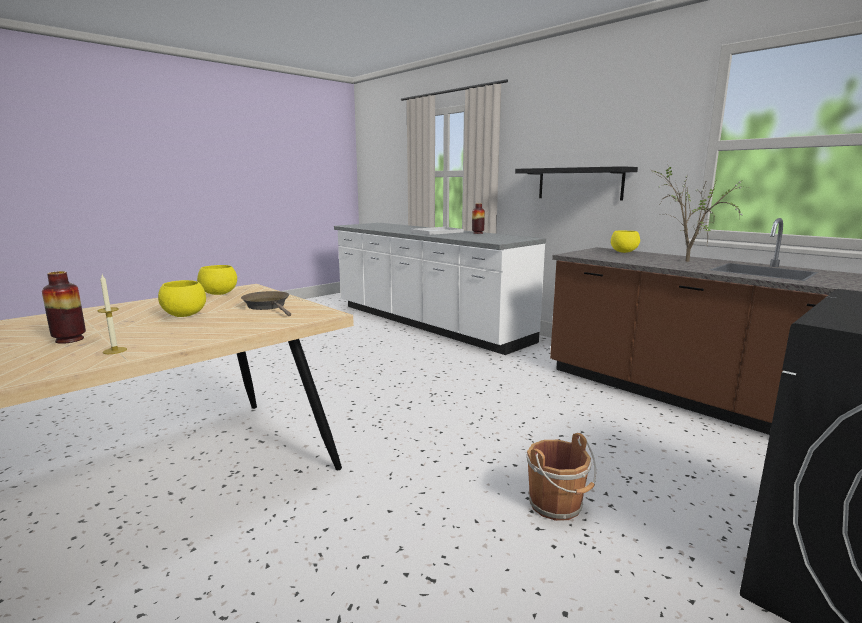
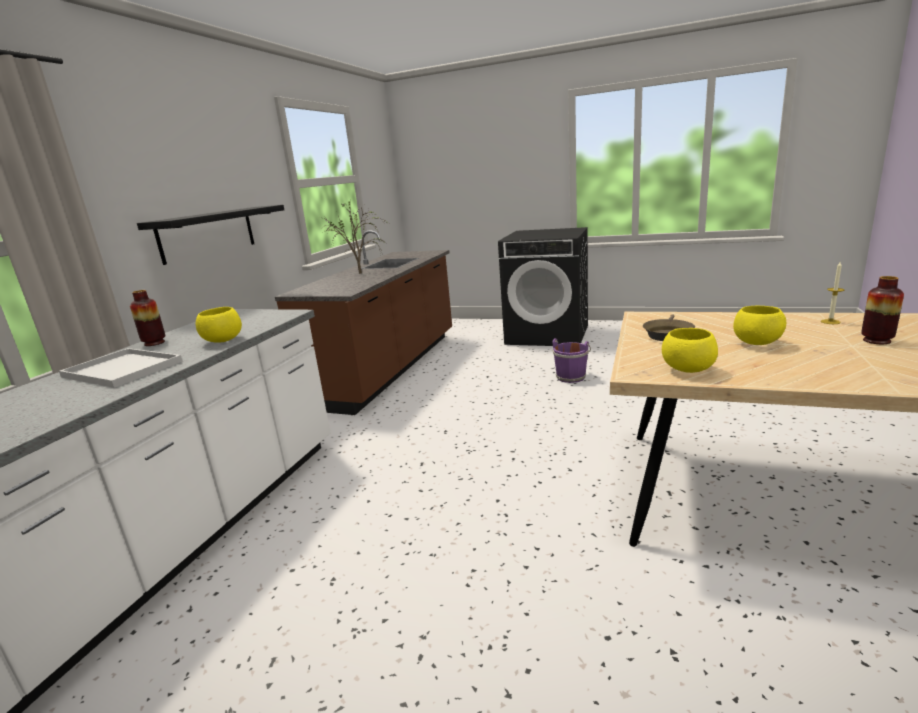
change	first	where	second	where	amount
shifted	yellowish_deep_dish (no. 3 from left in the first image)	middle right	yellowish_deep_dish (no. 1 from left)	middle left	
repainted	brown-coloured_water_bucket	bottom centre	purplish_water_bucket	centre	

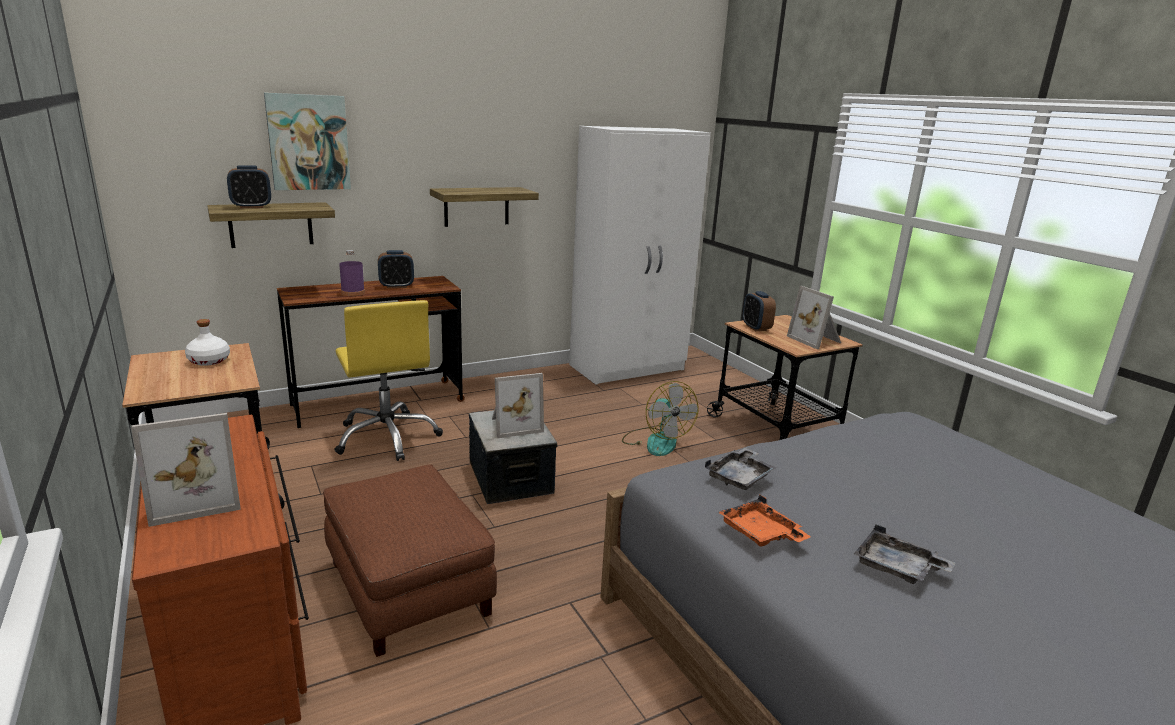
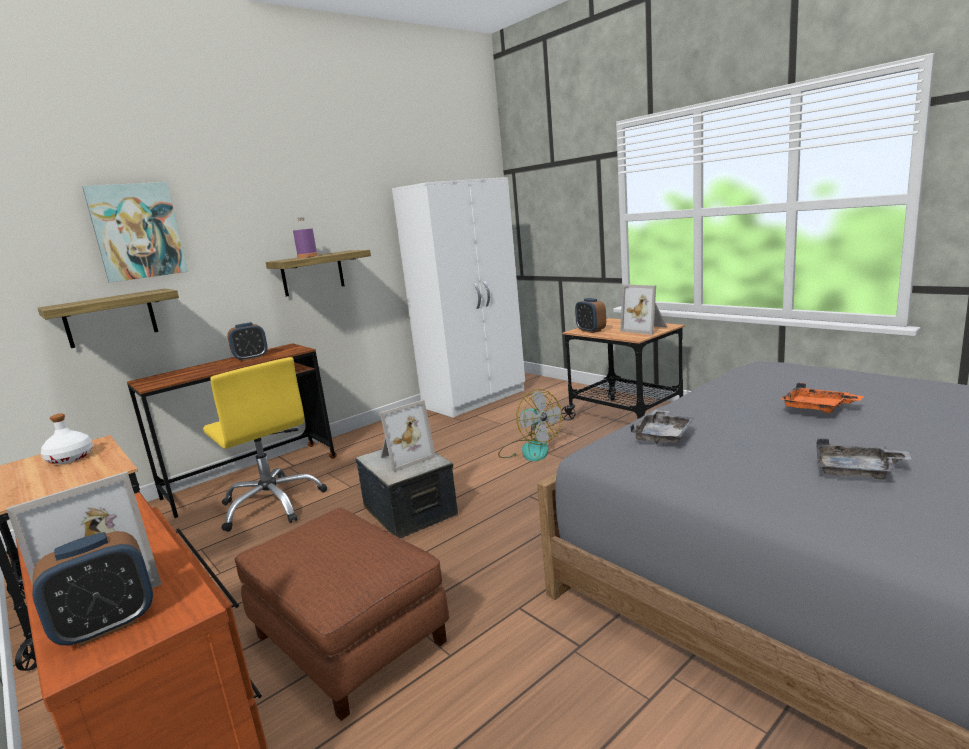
change	first	where	second	where	amount
shifted	table_clock (no. 1 from left)	top left		bottom left	
shifted	purplish_drink_bottle	middle left		top left	
shifted	orange_carrying_tray	bottom centre		middle right	

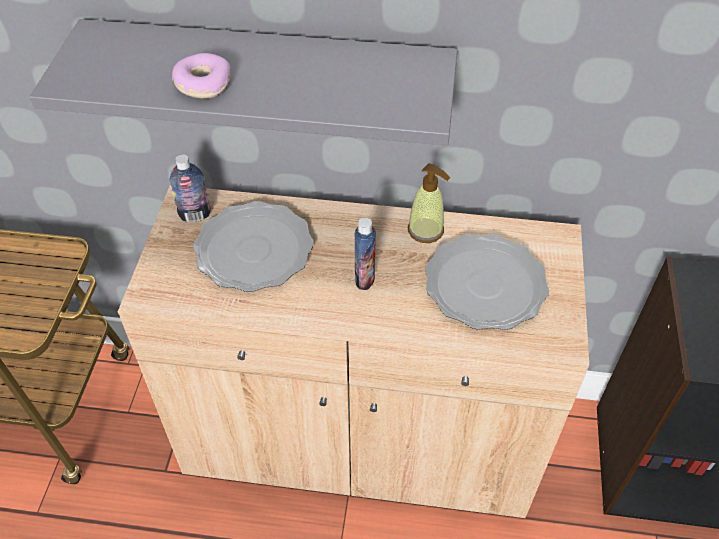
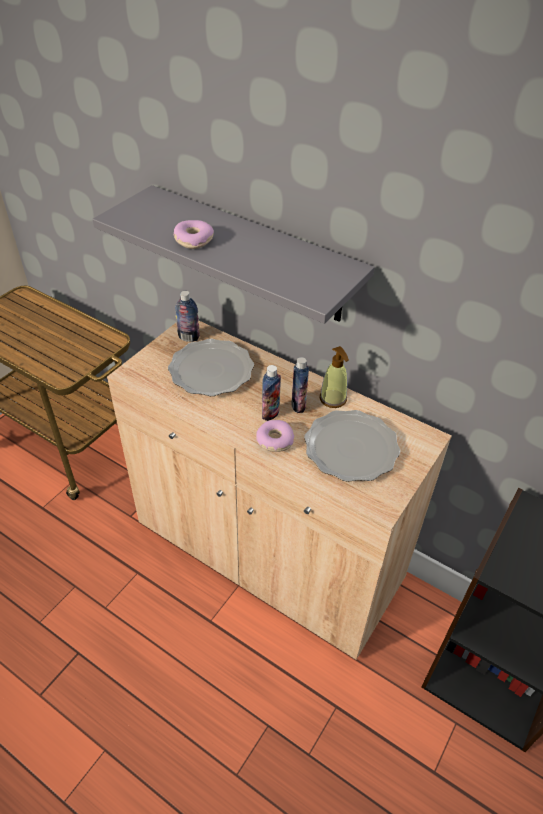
change	first	where	second	where	amount
new			donut (no. 2 from left)	centre	
new			drink_bottle (no. 3 from left)	centre	

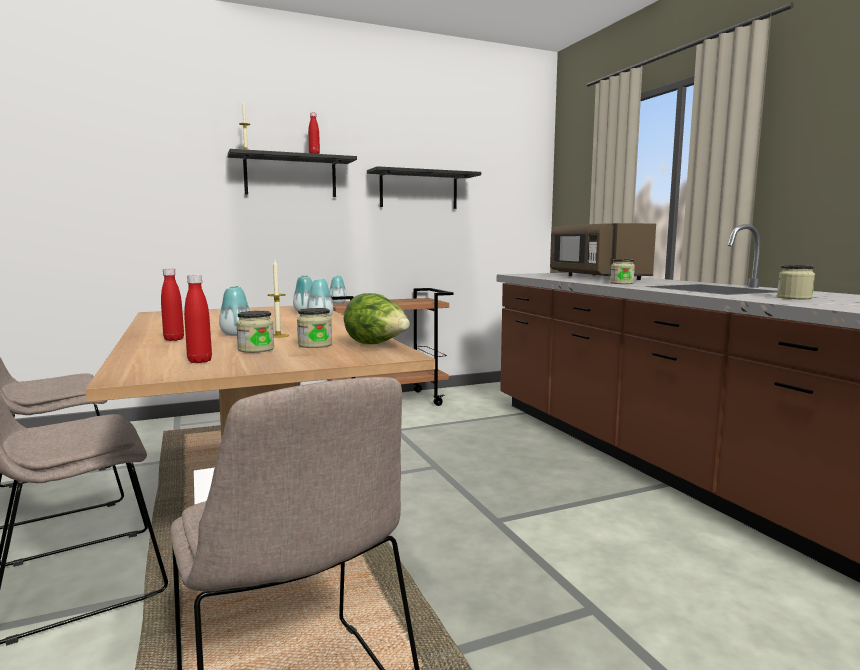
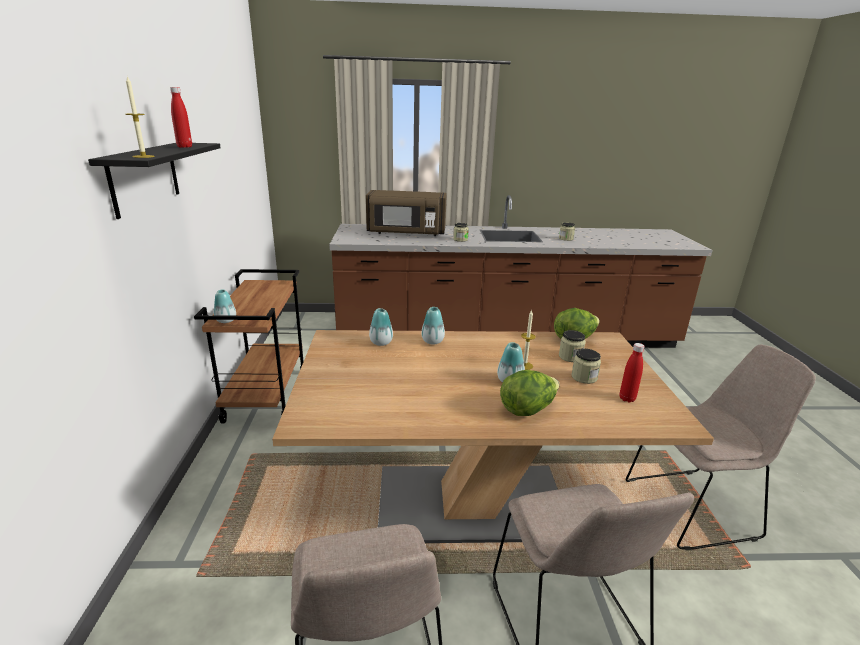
change	first	where	second	where	amount
gone	black-coloured_shelf (no. 2 from left)	top centre			
swapped	reddish_drink_bottle (no. 1 from left)	middle left	lettuce (no. 1 from left)	centre	

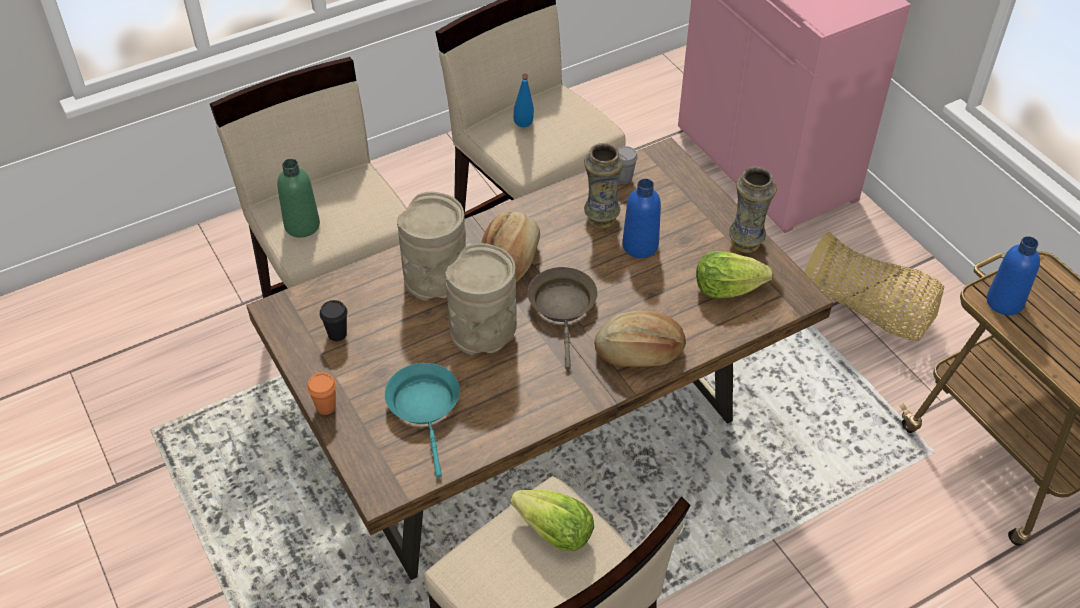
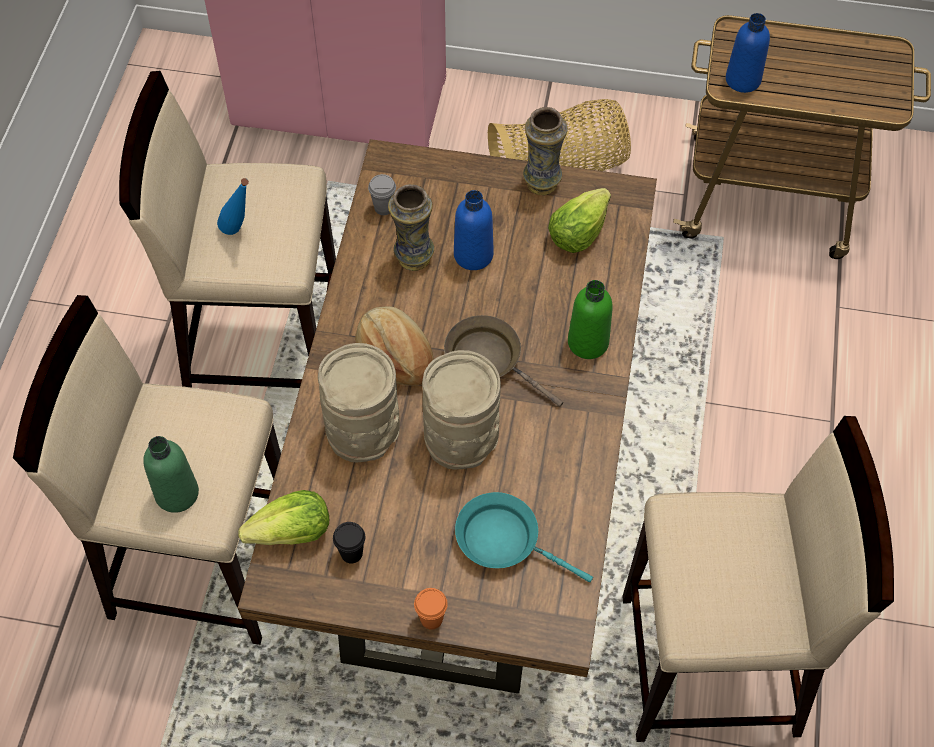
change	first	where	second	where	amount
shifted	lettuce (no. 1 from left)	bottom centre		bottom left	
swapped	bread (no. 2 from left)	centre	green_drink_bottle (no. 2 from left)	centre	

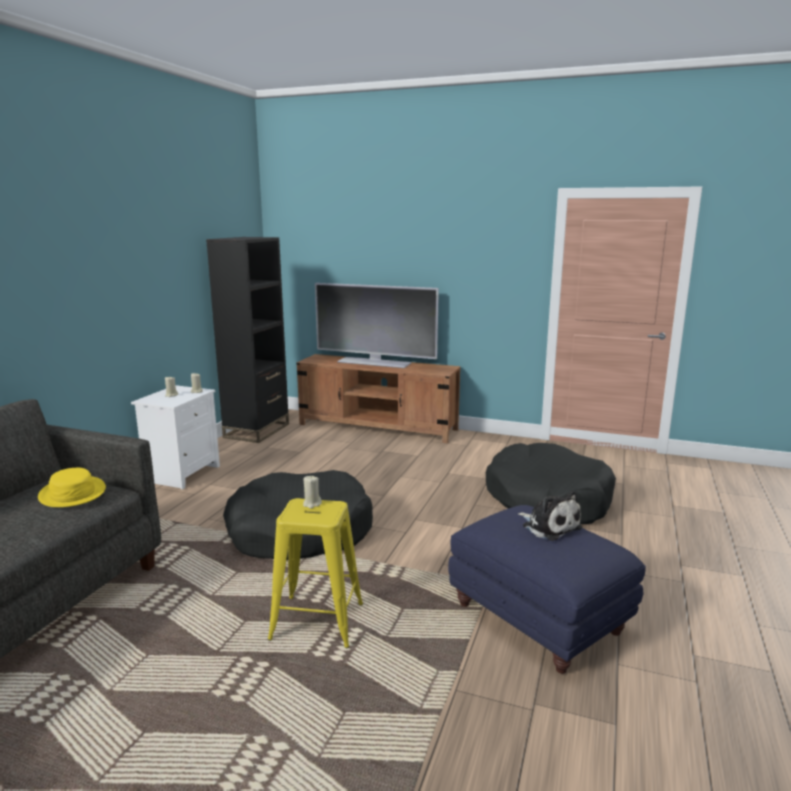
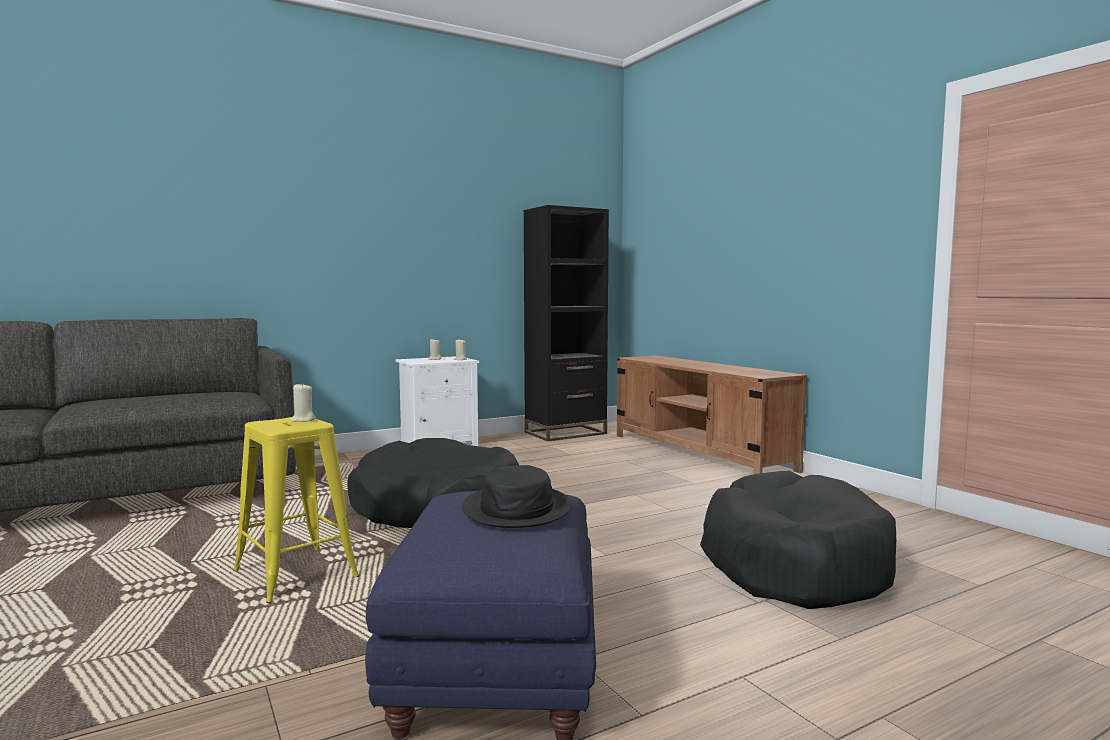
change	first	where	second	where	amount
gone	yellowish_hat	middle left			
gone	TV_set	centre			
swapped	soft_toy	middle right	black-coloured_hat	bottom centre	

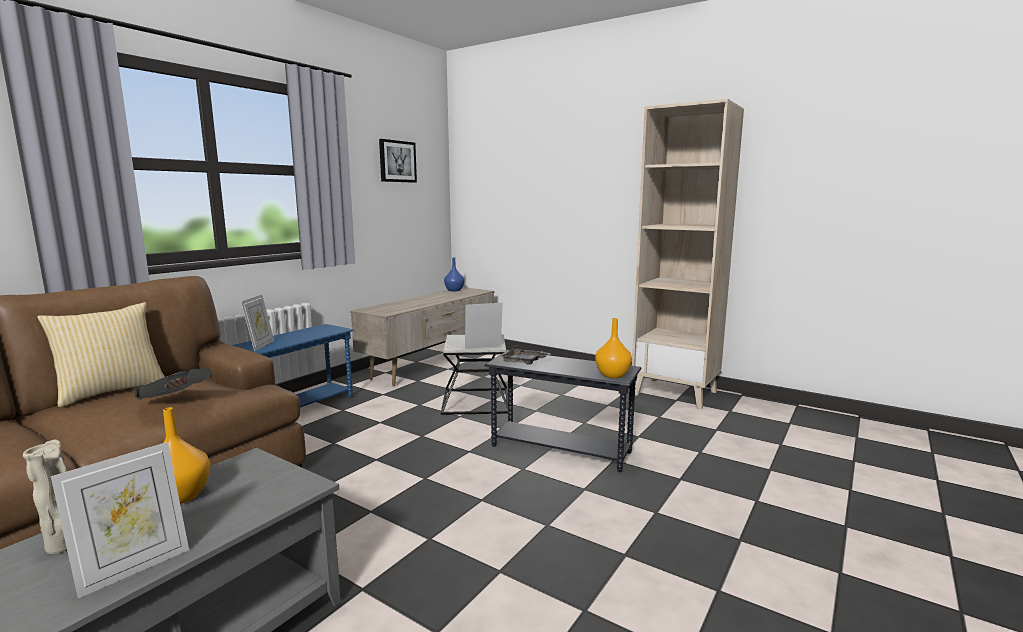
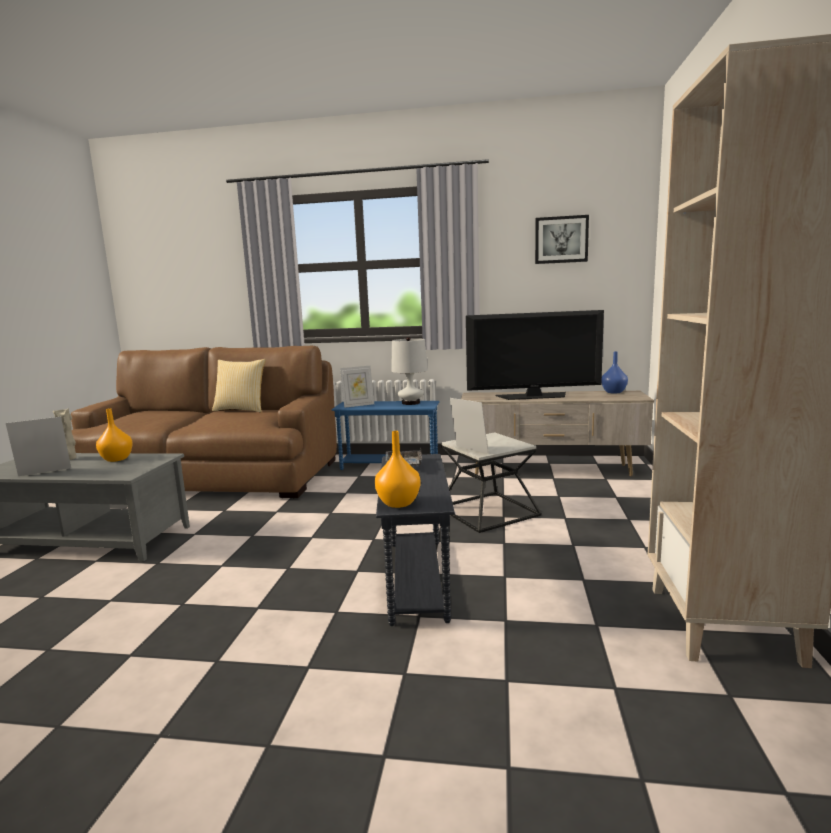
change	first	where	second	where	amount
gone	printed_paper	middle left			
new			whitish_table_lamp	centre	
new			TV_set	centre	
rotated	picture_frame (no. 1 from left)	bottom left		middle left	135 degrees clockwise

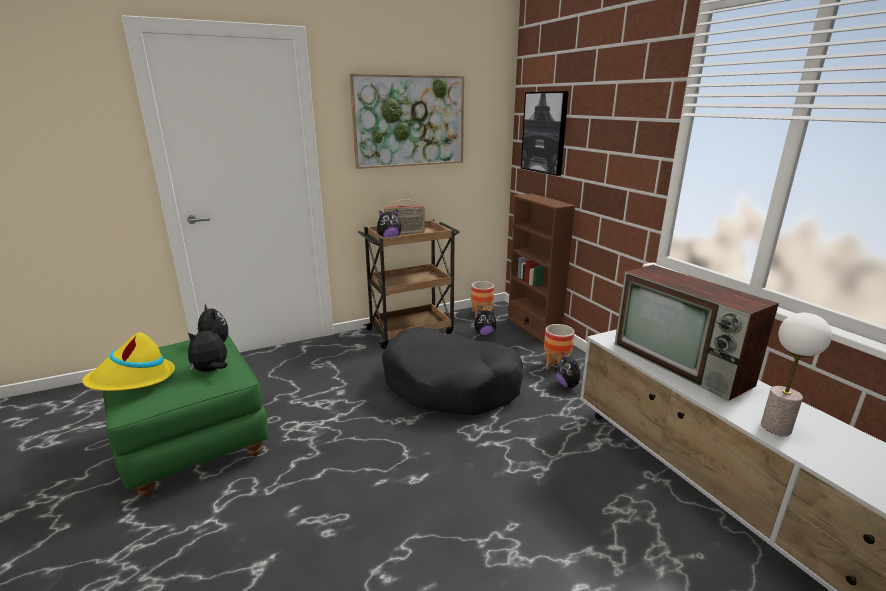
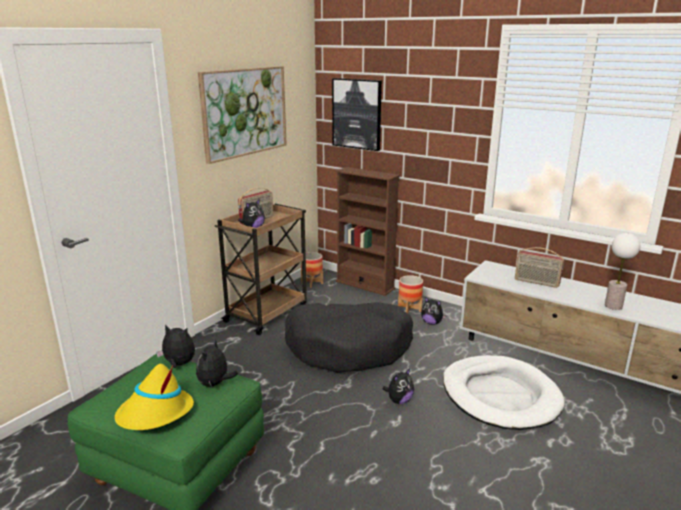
change	first	where	second	where	amount
new			whitish_dog_bed	bottom right	
shifted	soft_toy (no. 4 from left)	centre		bottom centre	
swapped	TV_set	middle right	radio_receiver (no. 2 from left)	middle right	

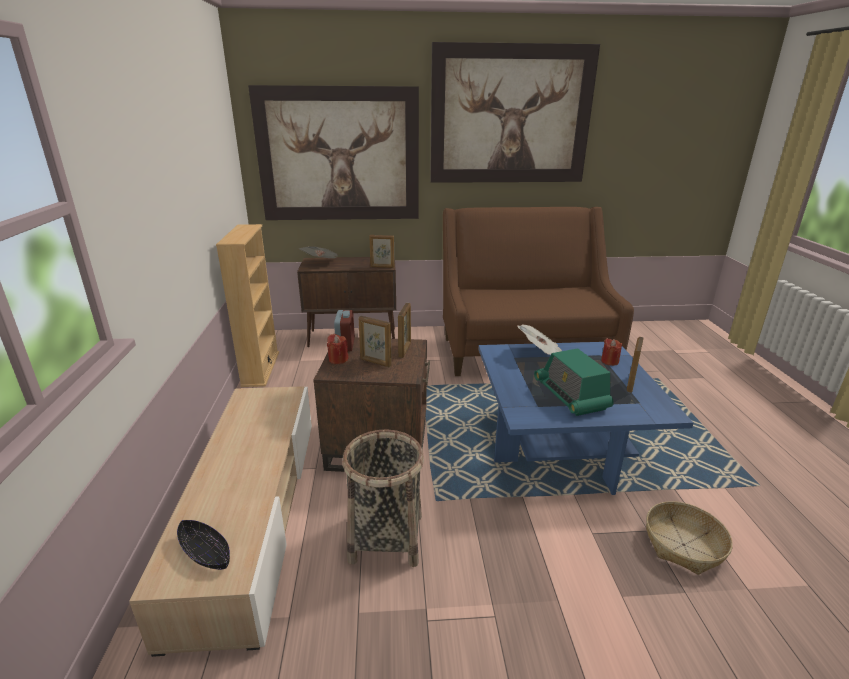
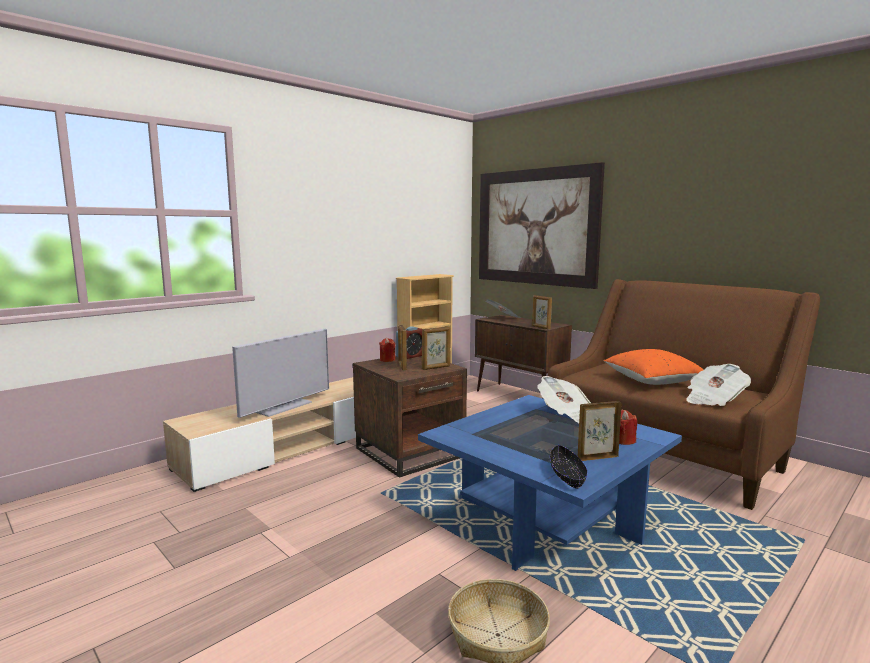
change	first	where	second	where	amount
gone	household_basket (no. 1 from left)	bottom centre			
gone	wall_art (no. 2 from left)	top centre			
gone	radio_receiver	middle right			
new			TV_set	middle left	
new			orange_cushion	middle right	
new			printed_paper (no. 3 from left)	middle right	
shifted	black-coloured_deep_dish	bottom left		bottom centre	

